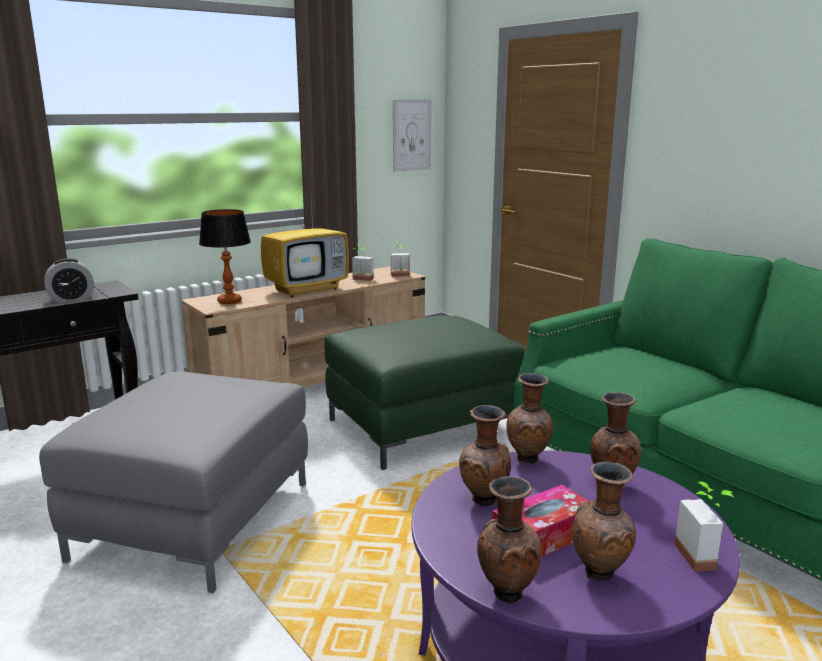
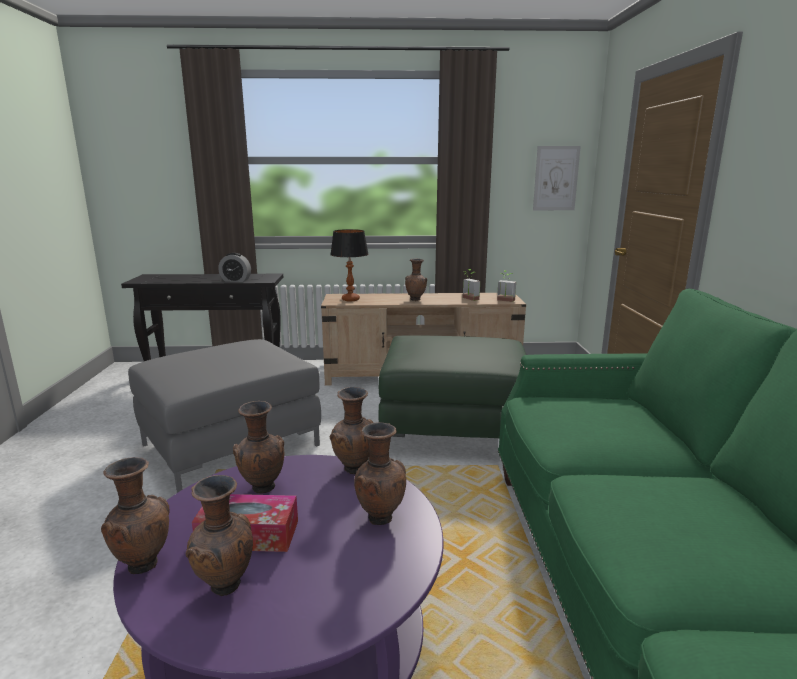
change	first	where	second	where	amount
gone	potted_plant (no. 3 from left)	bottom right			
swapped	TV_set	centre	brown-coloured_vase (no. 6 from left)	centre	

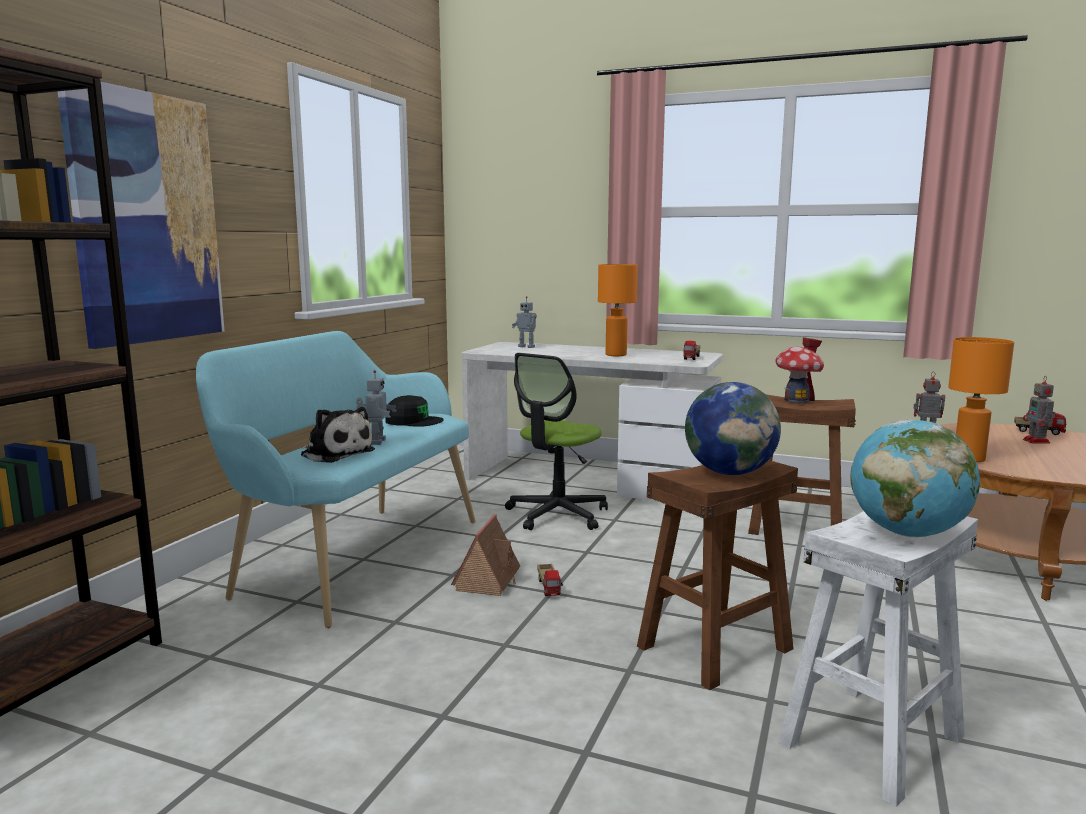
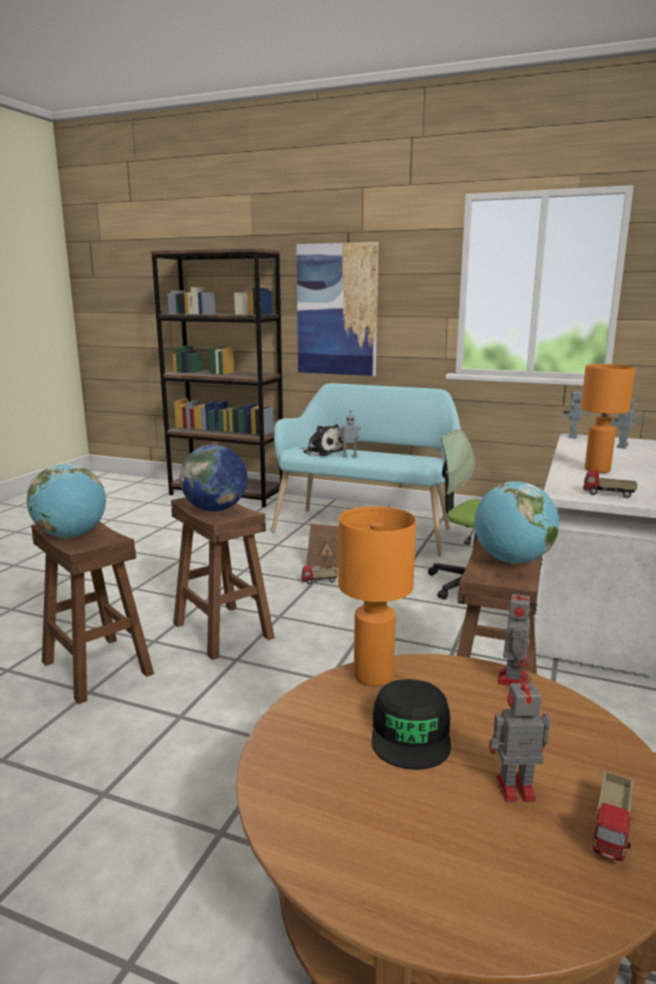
change	first	where	second	where	amount
new			model_robot (no. 4 from left)	middle right	
shifted	black-coloured_cap	centre		bottom centre	
swapped	toy_house (no. 2 from left)	middle right	globe (no. 3 from left)	middle right	
repainted	whitish_stool_seat	bottom right	brown-coloured_stool_seat (no. 1 from left)	middle left	
rotated	soft_toy	middle left		centre	90 degrees counterclockwise

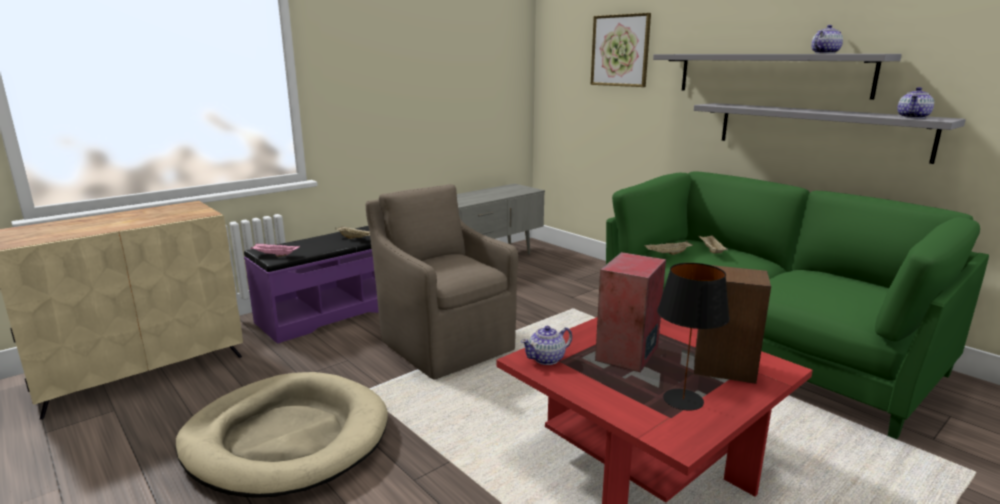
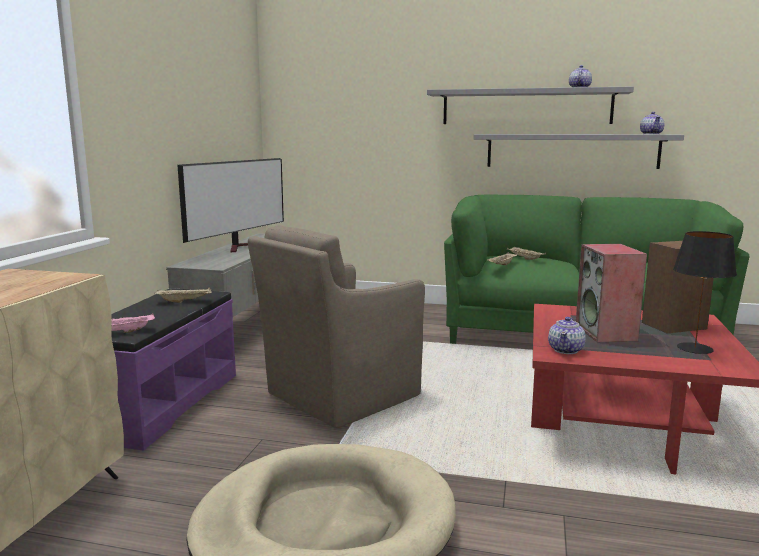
change	first	where	second	where	amount
gone	wall_art	top centre			
new			TV_set	middle left	
rotated	brown-coloured_lounge_chair	centre		centre	60 degrees counterclockwise

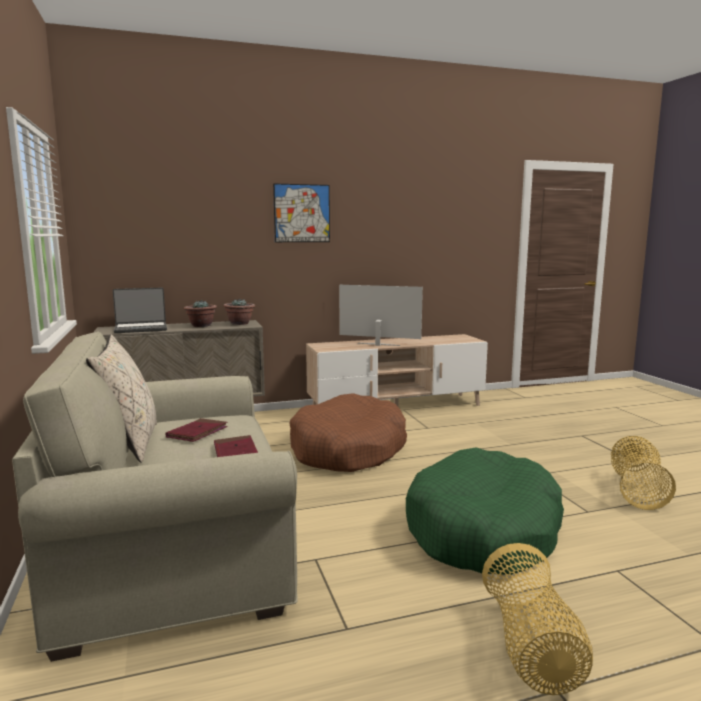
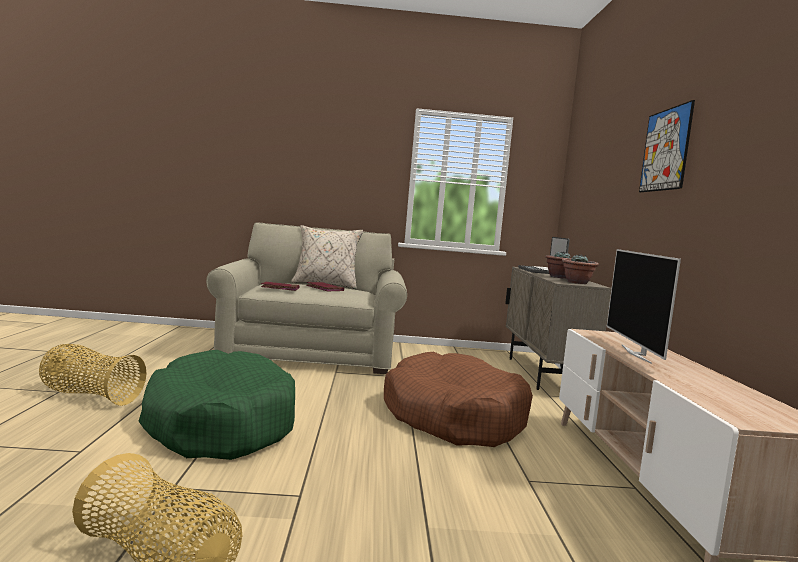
change	first	where	second	where	amount
rotated	TV_set	centre		middle right	150 degrees clockwise

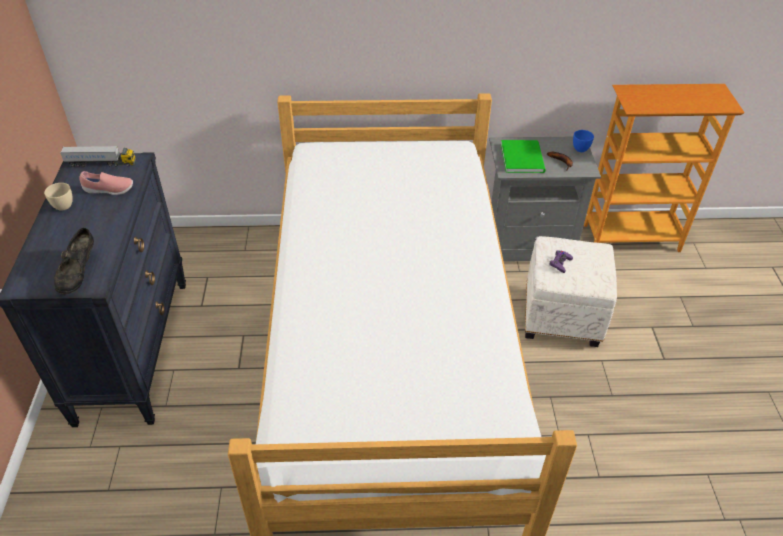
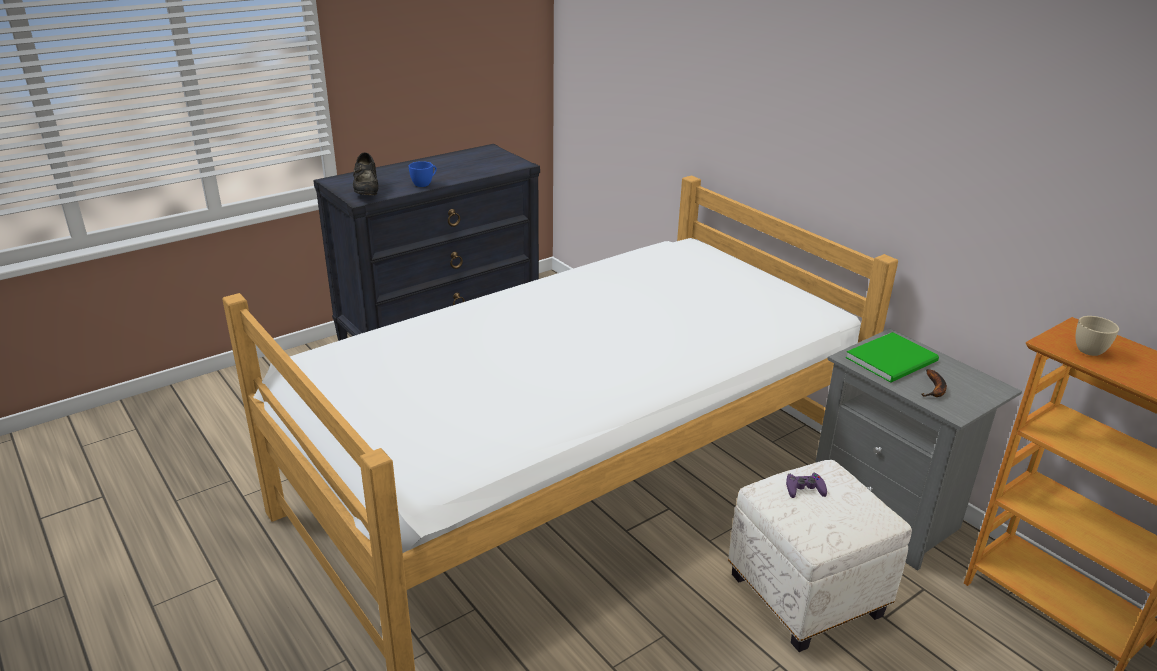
change	first	where	second	where	amount
gone	model_truck	top left			
gone	pink_shoe	middle left			
shifted	beige-coloured_cup	middle left		middle right	
shifted	blue-coloured_cup	top right		top centre	
rotated	black-coloured_shoe	middle left		top left	75 degrees counterclockwise

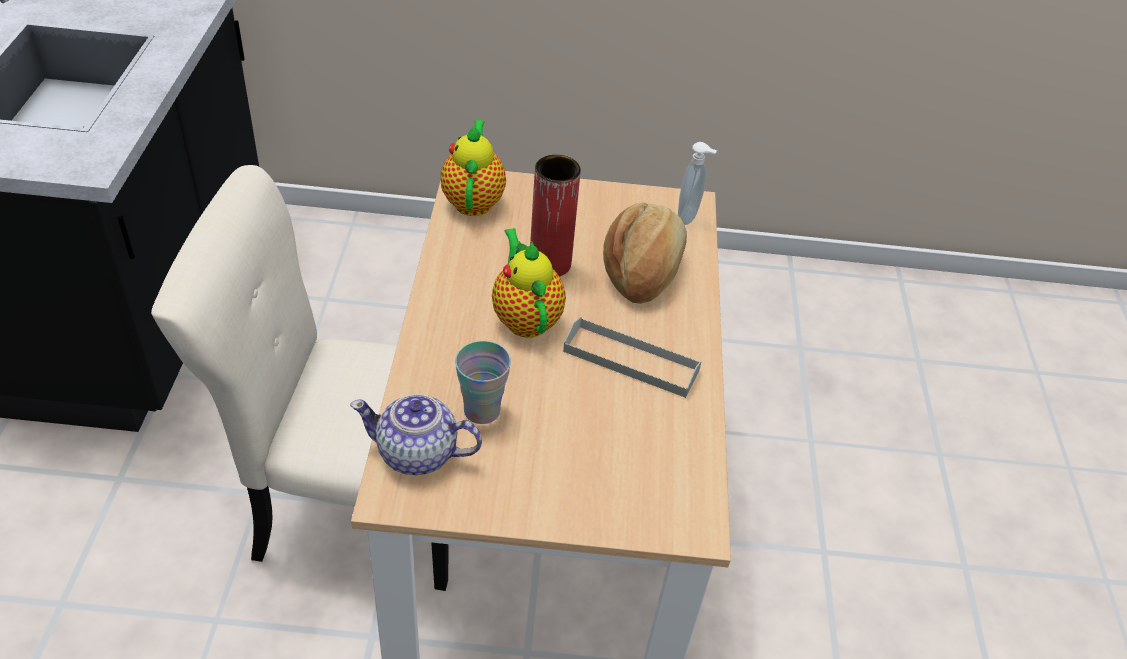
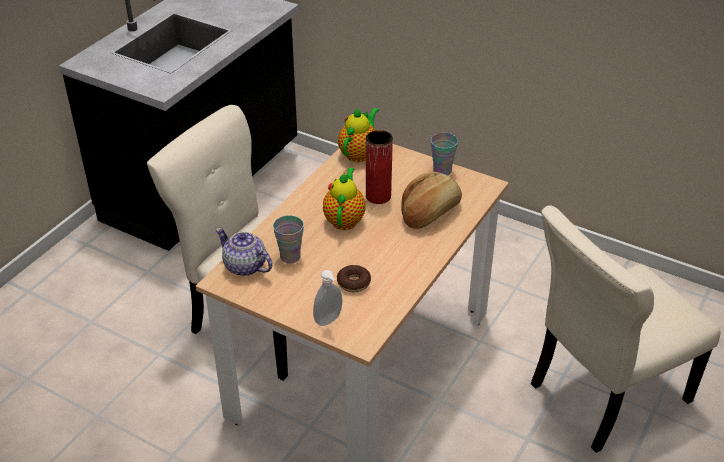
change	first	where	second	where	amount
gone	greyish_carrying_tray	centre			
new			donut	centre	
new			cup (no. 2 from left)	centre	
new			beige-coloured_chair (no. 2 from left)	bottom right	
shifted	soap_bottle	top centre		centre	

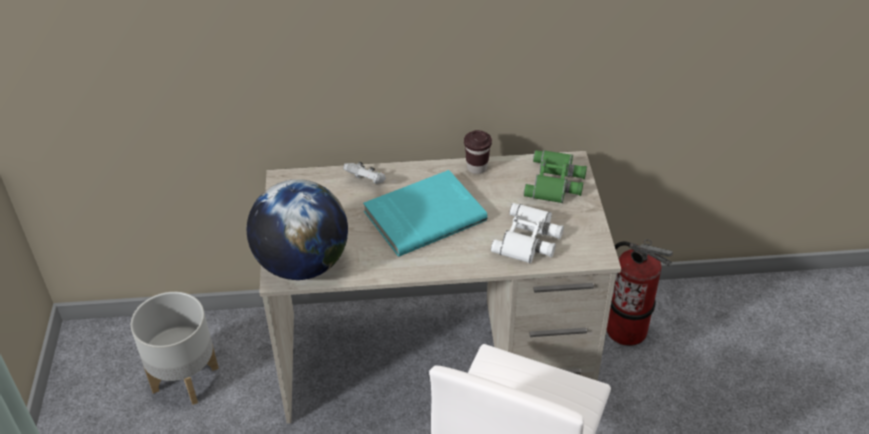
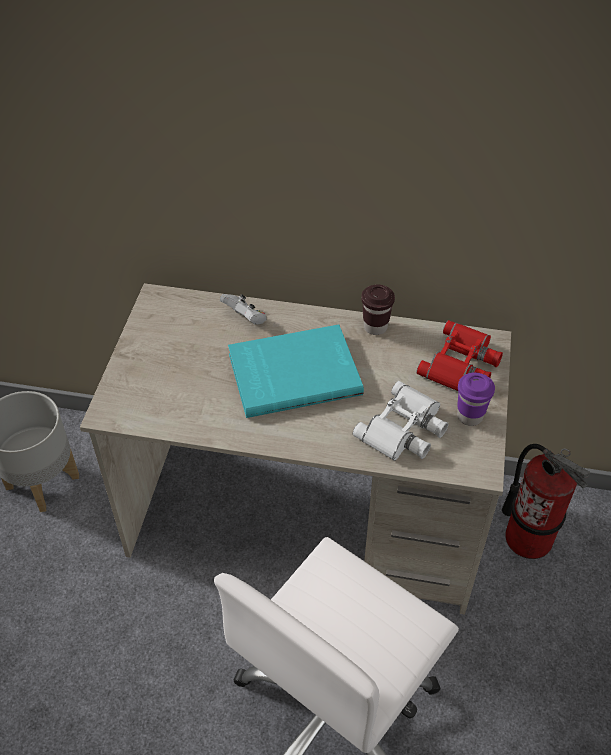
change	first	where	second	where	amount
gone	globe	centre			
new			purplish_cup	middle right	
repainted	green_pair_of_binoculars	centre	reddish_pair_of_binoculars	middle right	

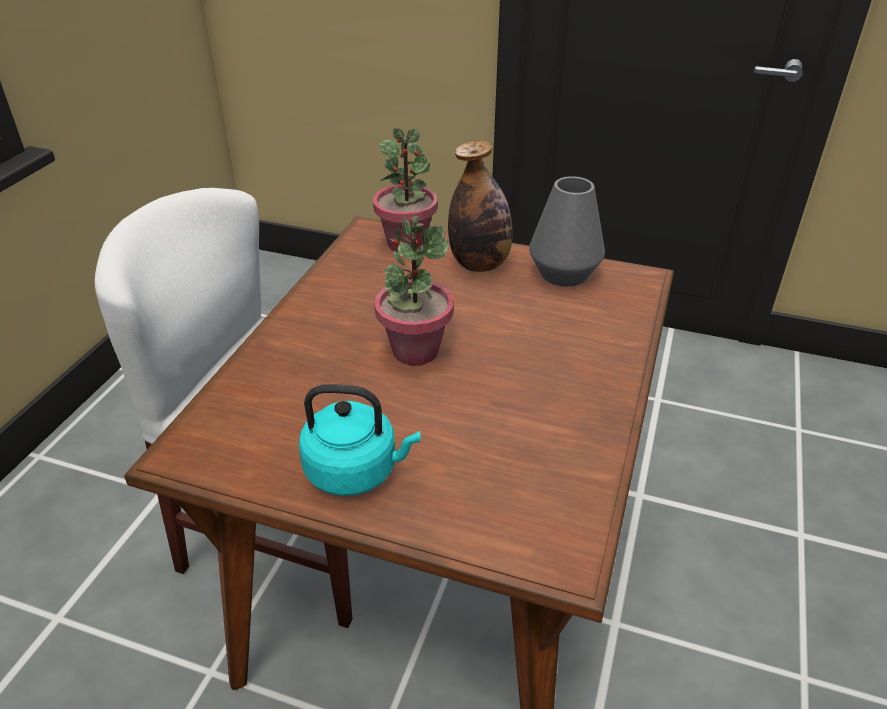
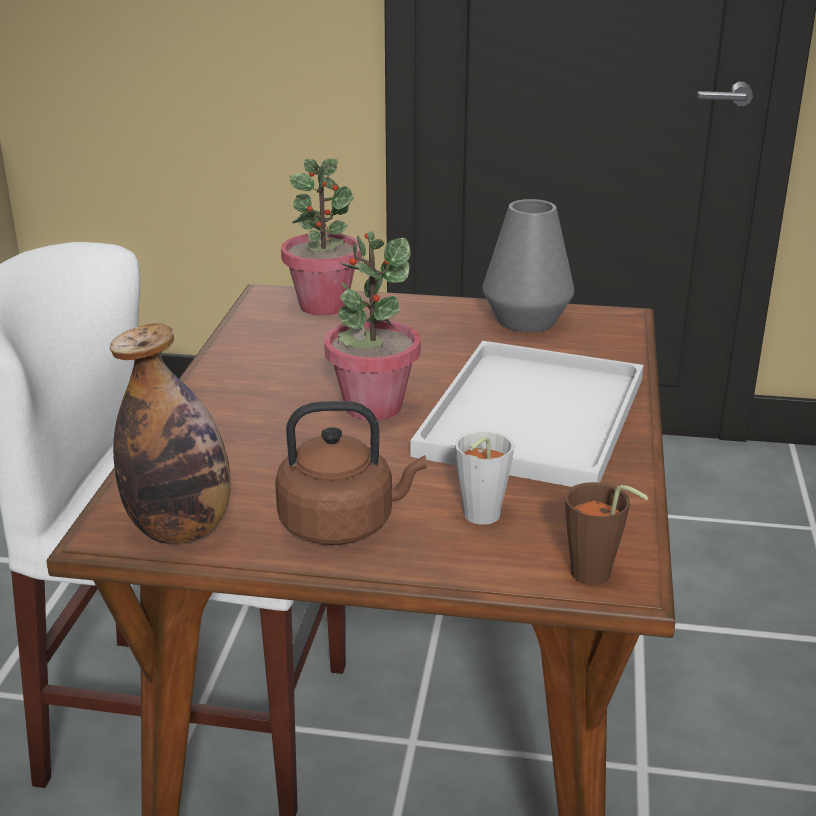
change	first	where	second	where	amount
new			whitish_carrying_tray	centre	
new			greyish_cup	centre	
new			brown-coloured_cup	middle right	
shifted	drink_bottle	top centre		middle left	
repainted	blue-green_water_kettle	centre	brown-coloured_water_kettle	centre	

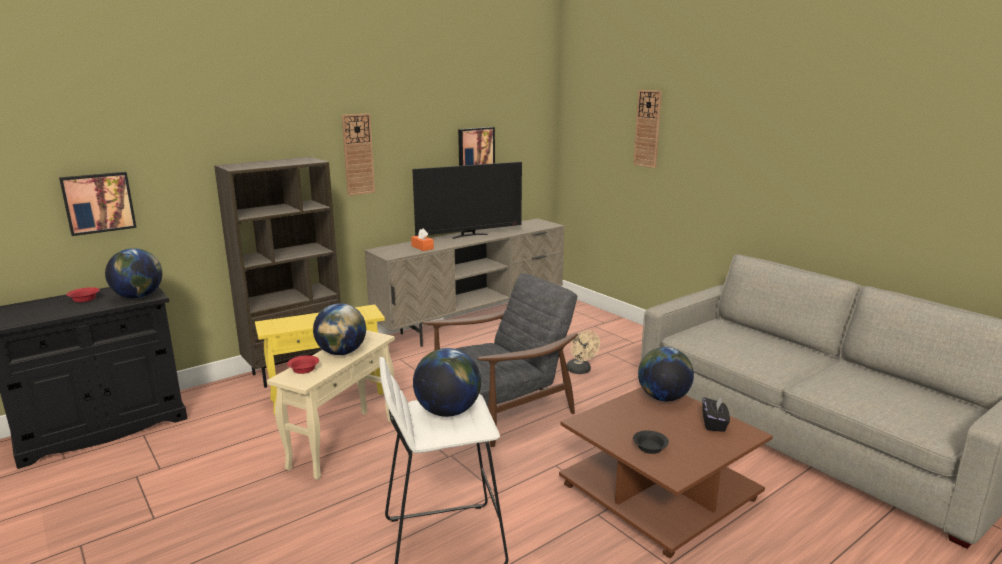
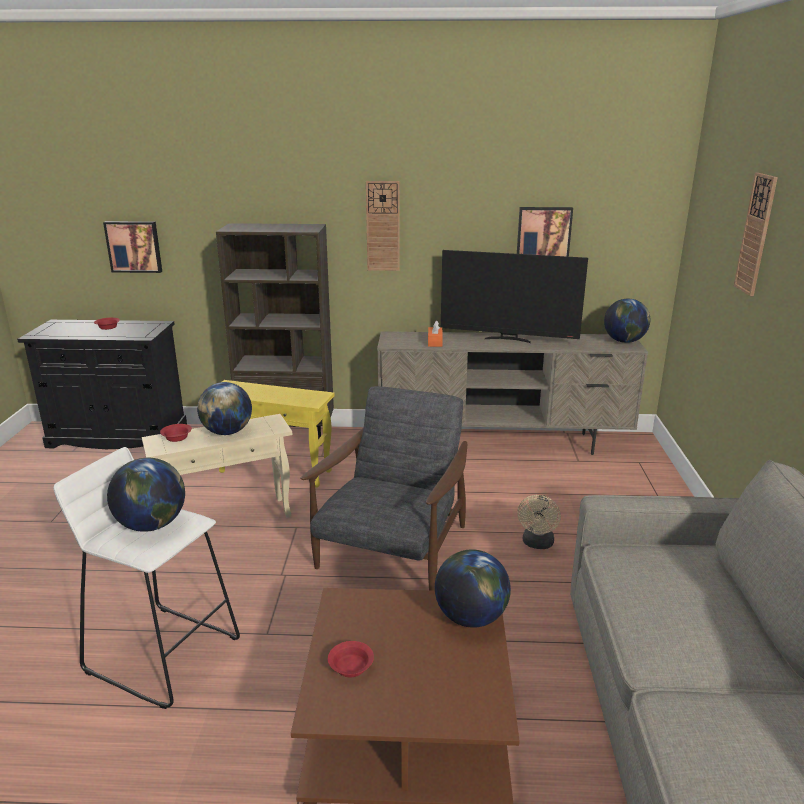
change	first	where	second	where	amount
gone	black-coloured_tissue_box	bottom right			
shifted	globe (no. 1 from left in the first image)	middle left	globe (no. 4 from left)	middle right	
repainted	black-coloured_deep_dish	bottom centre	reddish_deep_dish (no. 3 from left)	bottom centre	
rotated	greyish_lounge_chair	centre		centre	75 degrees counterclockwise

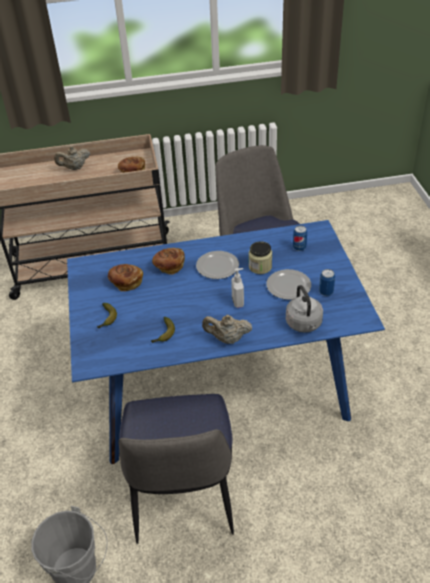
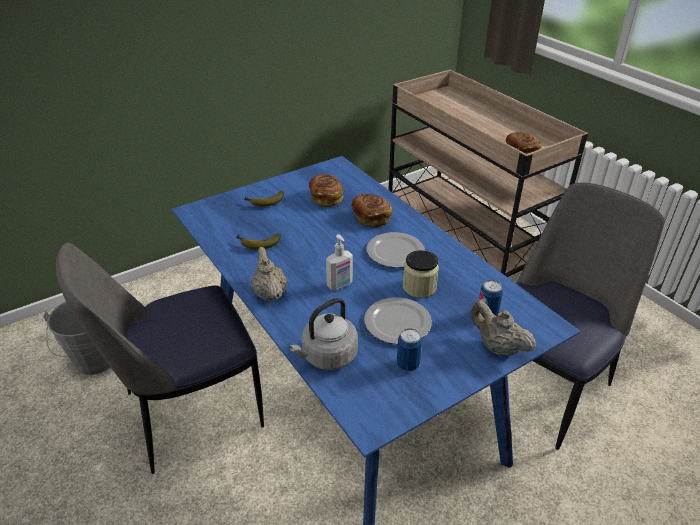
change	first	where	second	where	amount
shifted	beige-coloured_teapot (no. 1 from left in the first image)	top left	beige-coloured_teapot (no. 2 from left)	middle right	

